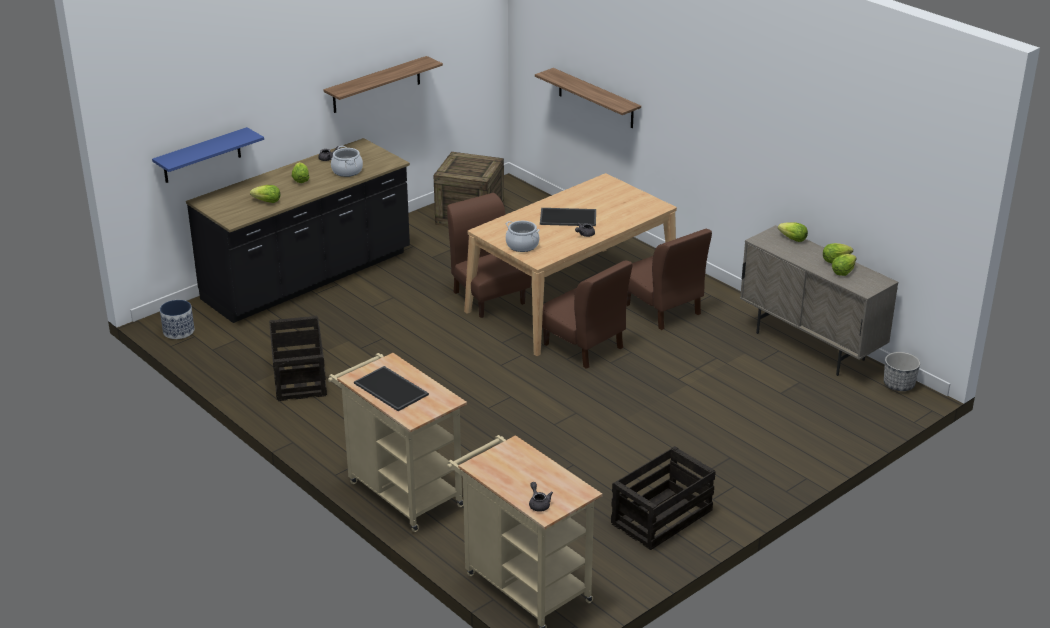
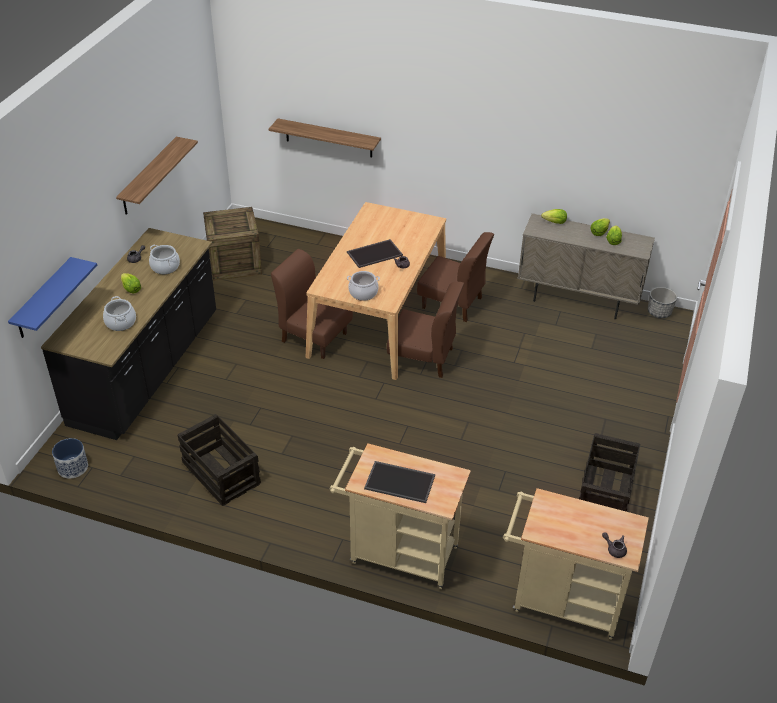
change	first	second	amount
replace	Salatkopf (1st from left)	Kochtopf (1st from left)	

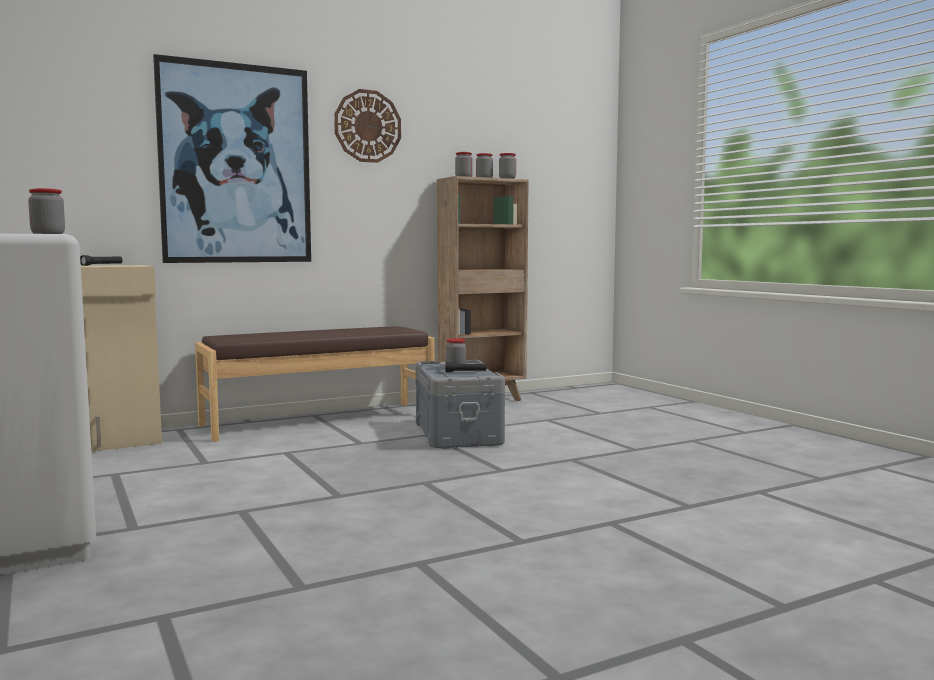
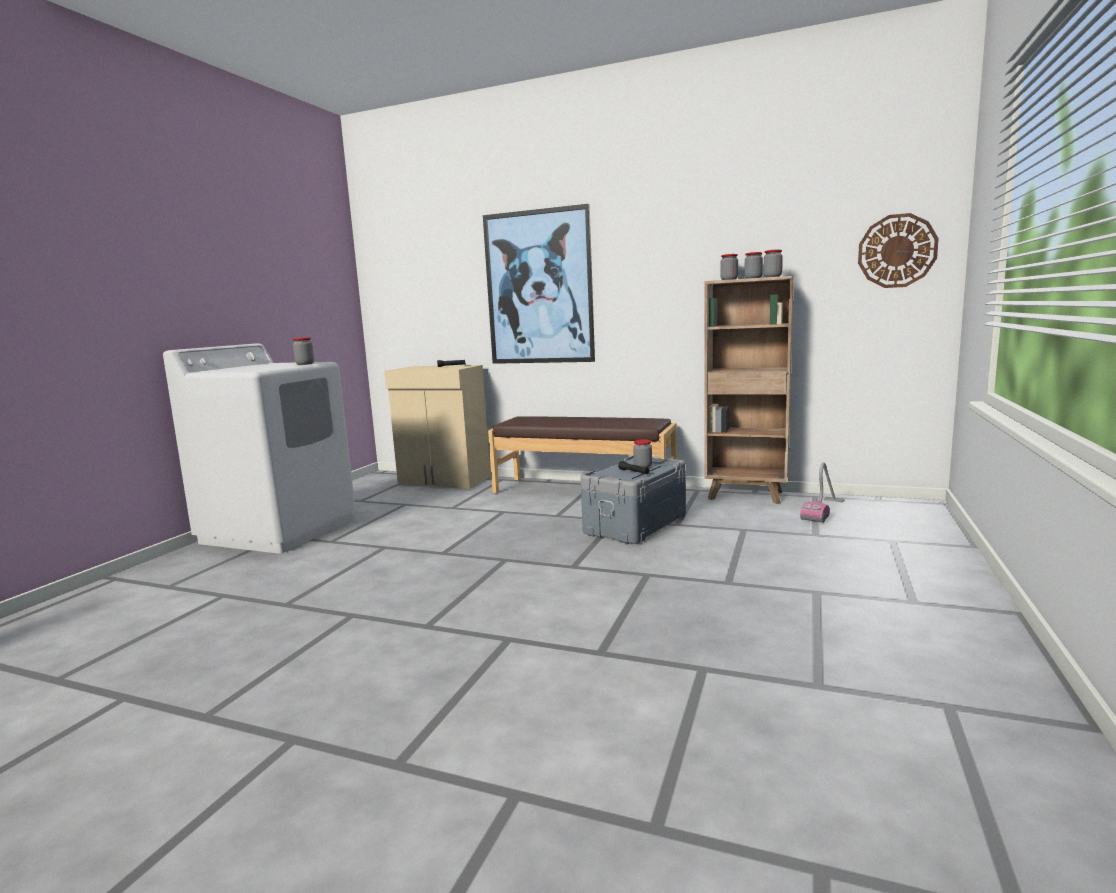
change	first	second	amount
move	Wanduhr		
insert		Staubsauger	

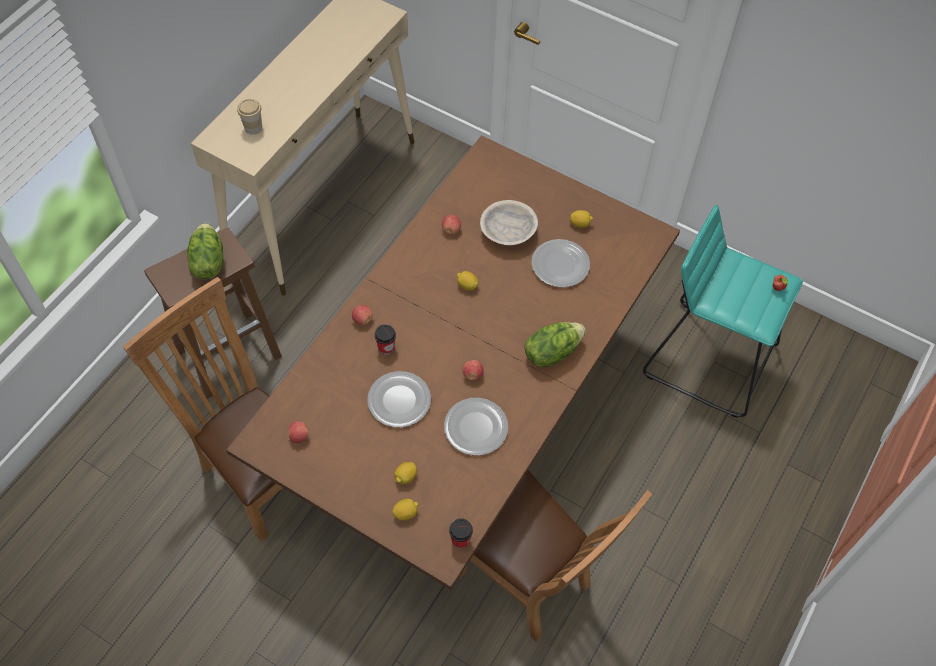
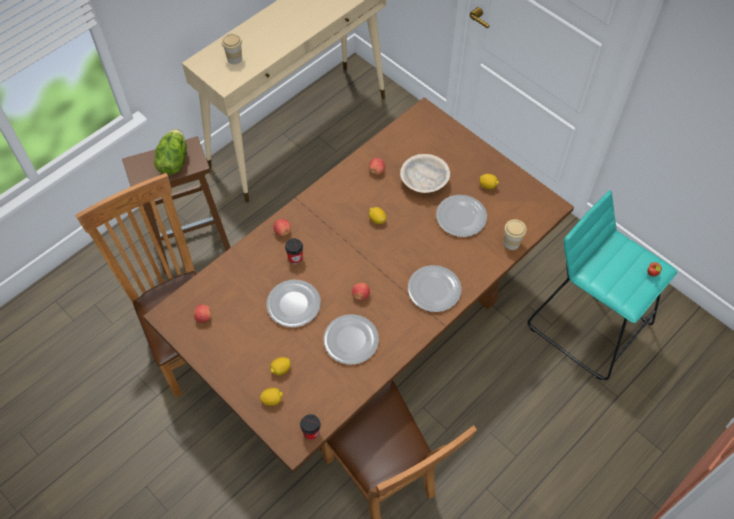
change	first	second	amount
replace	Salatkopf (2nd from left)	Teller (3rd from left)	
insert		Tasse (4th from left)	

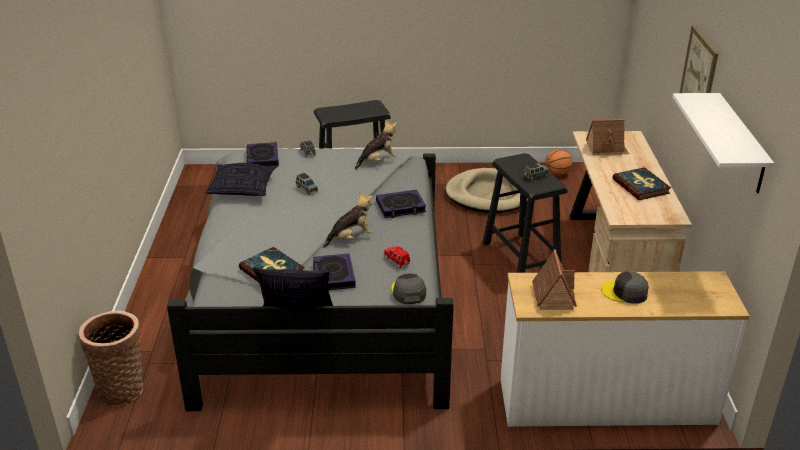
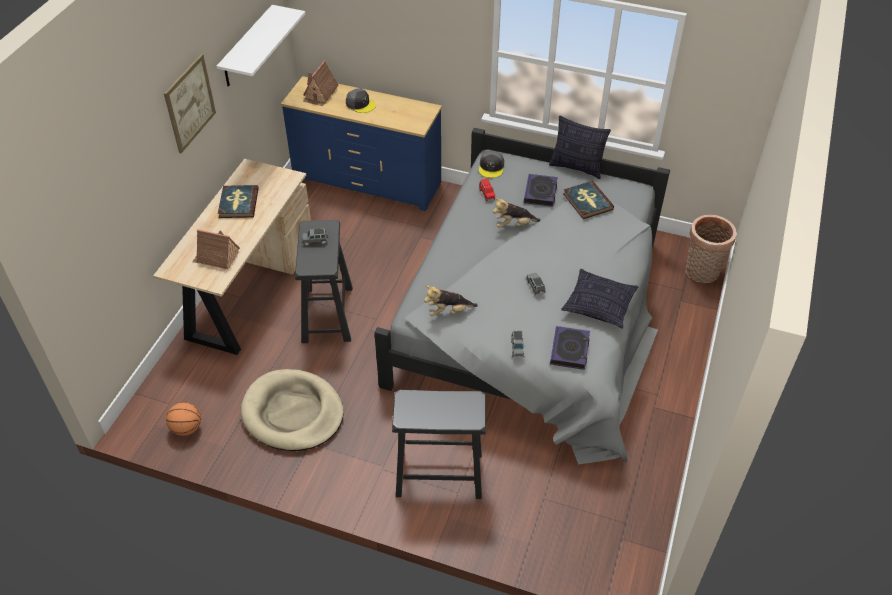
change	first	second	amount
delete	Buch (4th from left)		
recolor	Kommode/weiß	Kommode/blau	
move	Spielzeughaus (1st from left in the first image)	Spielzeughaus (2nd from left)	

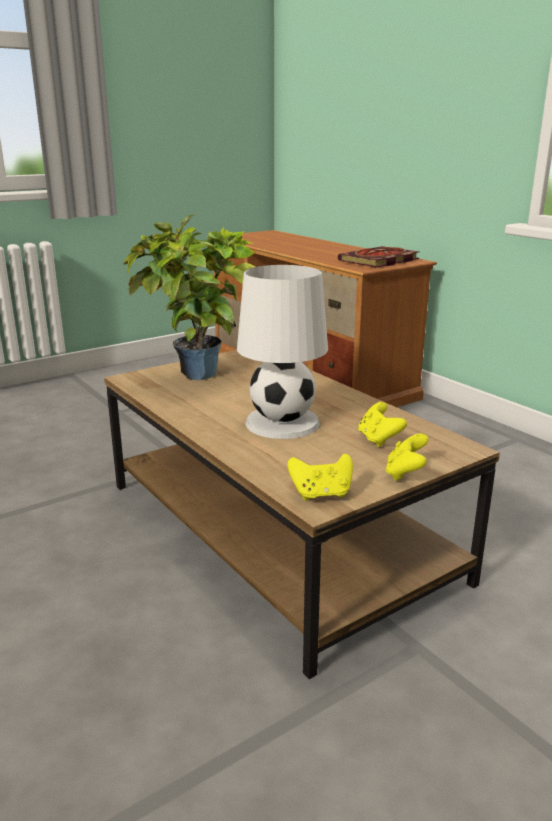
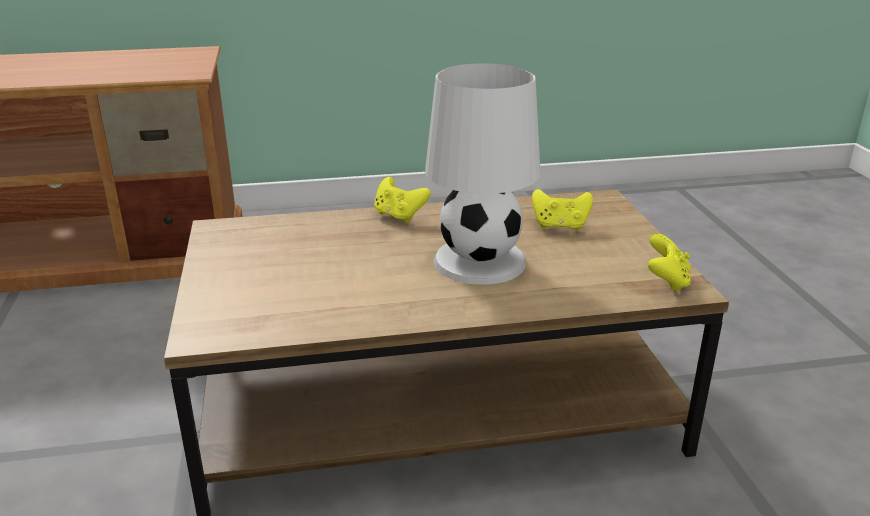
change	first	second	amount
delete	Topfpflanze		
delete	Buch		
move	Gamepad/gelb (3rd from left in the first image)	Gamepad/gelb (1st from left)	

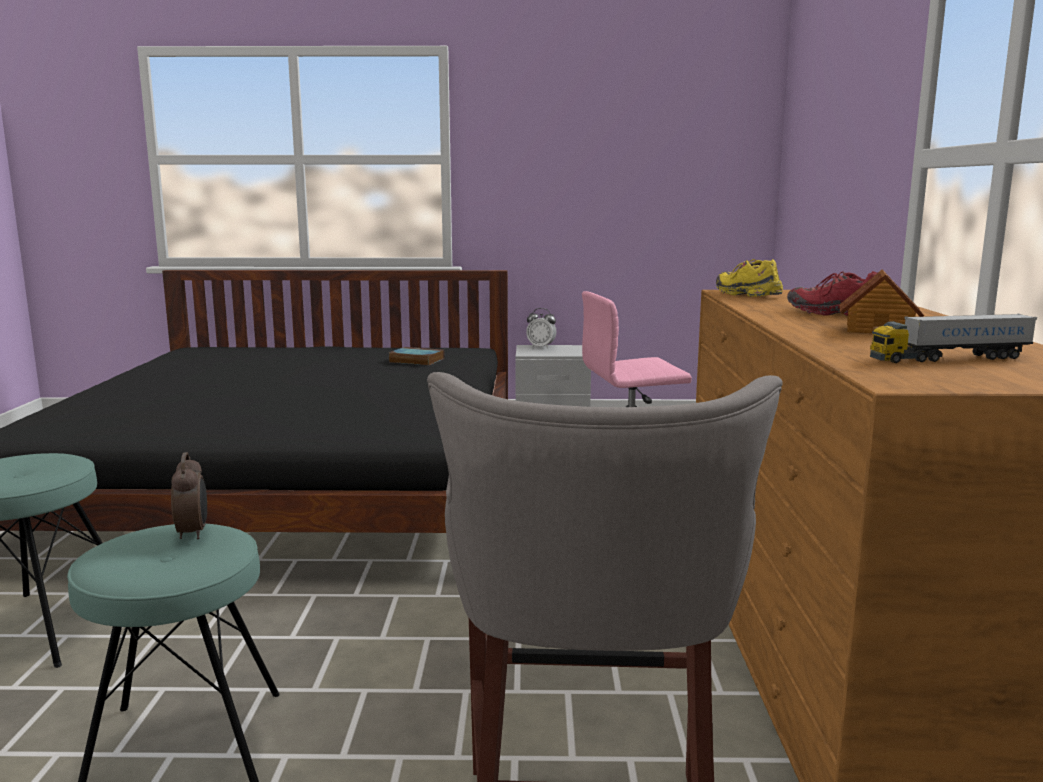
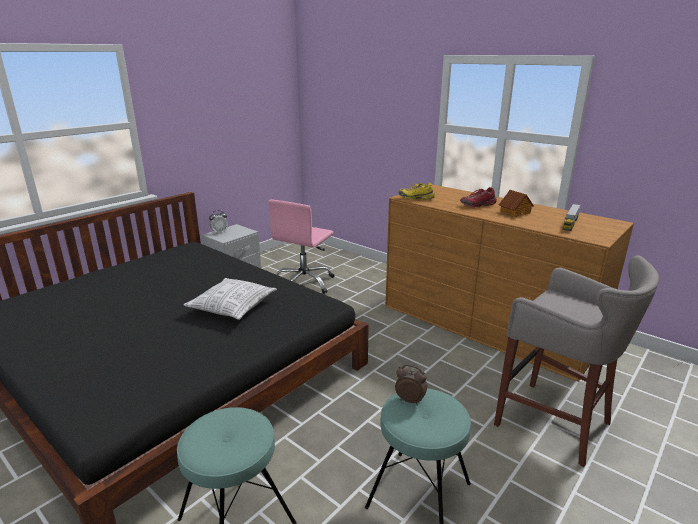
change	first	second	amount
delete	Buch		
insert		Kissen	

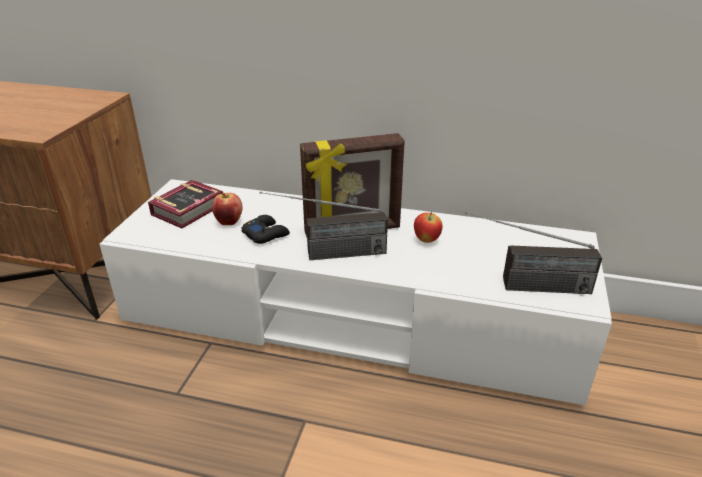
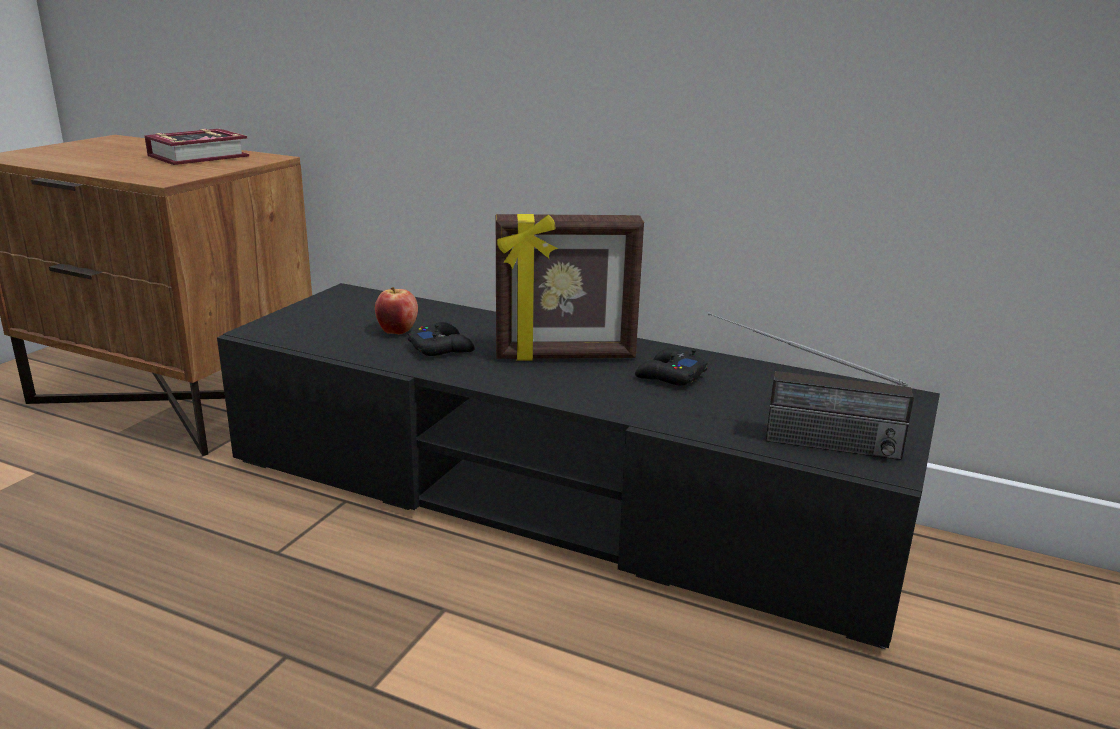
change	first	second	amount
recolor	Fernsehschrank/weiß	Fernsehschrank/schwarz	
move	Buch		
delete	Radio (1st from left)		
replace	Apfel (2nd from left)	Gamepad/schwarz (2nd from left)	

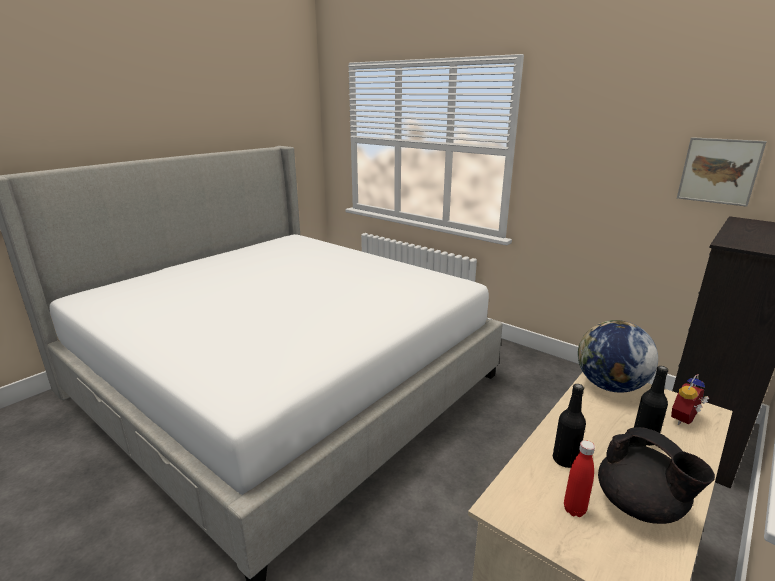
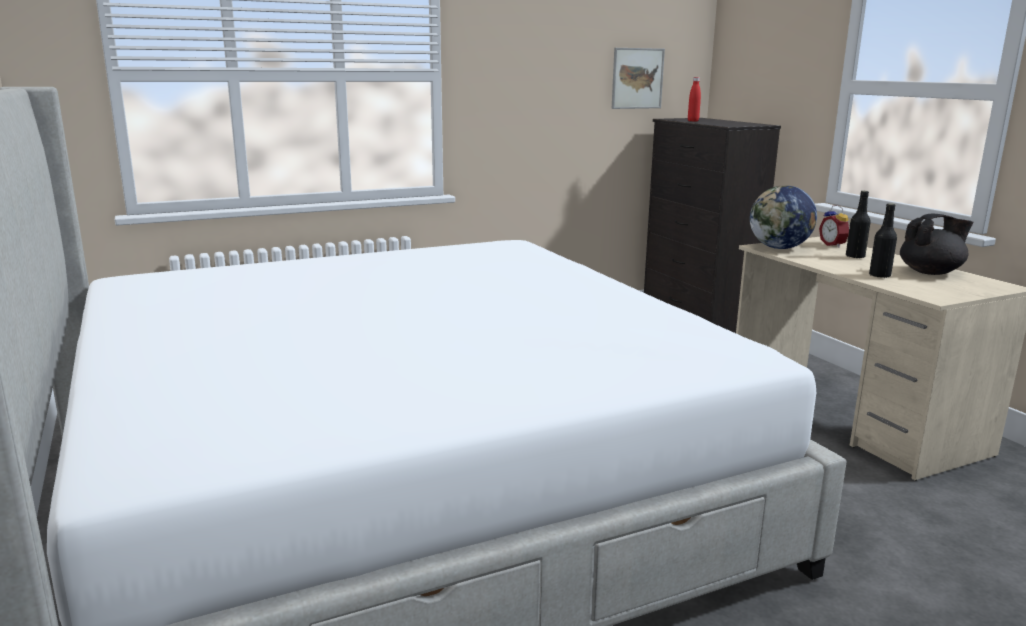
change	first	second	amount
move	Flasche/rot		

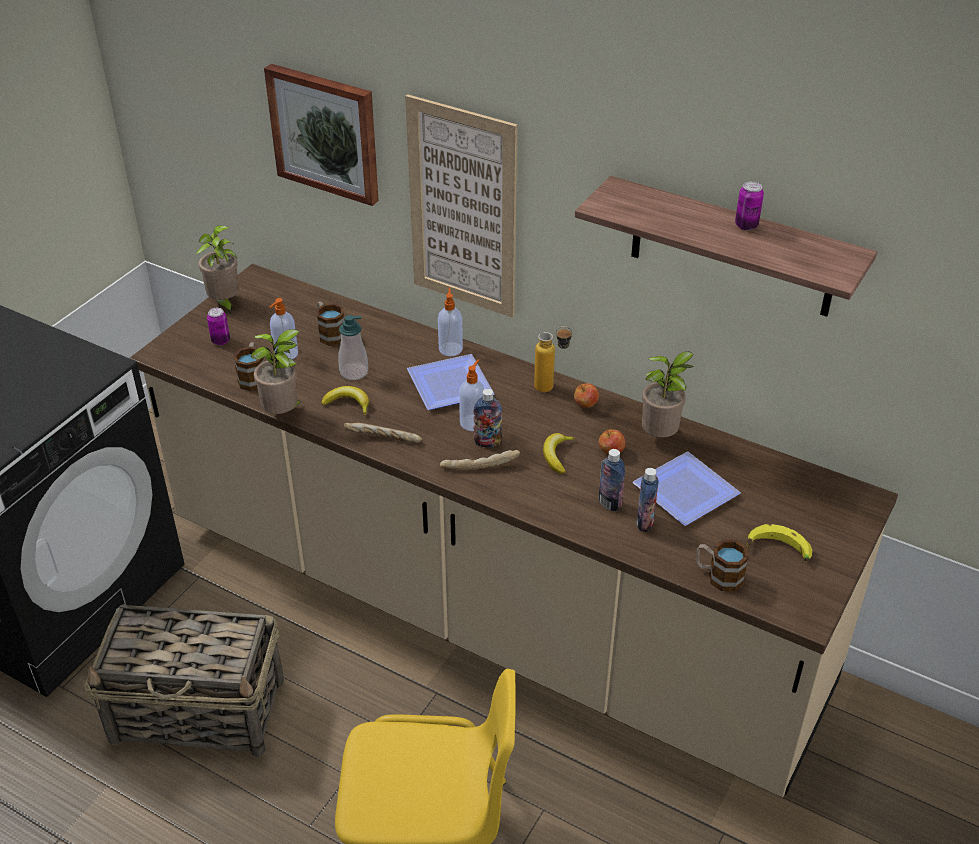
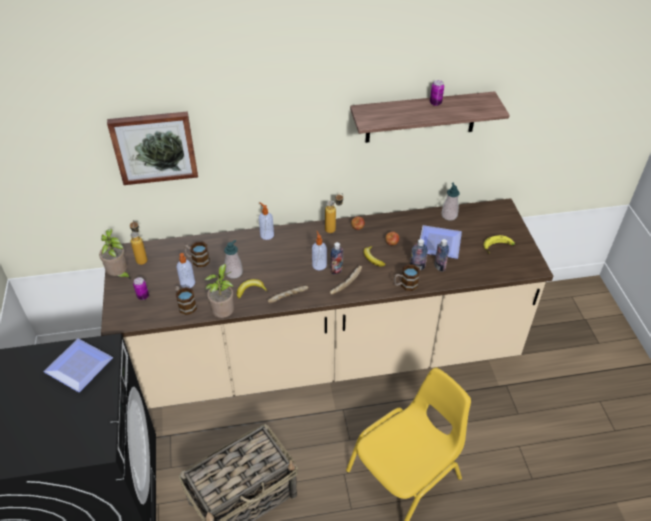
change	first	second	amount
delete	Bild (2nd from left)		
move	Teller (1st from left)		
delete	Topfpflanze (3rd from left)		
move	Henkelbecher (3rd from left)		
insert		Flasche (1st from left)	
insert		Seifenspender (5th from left)	

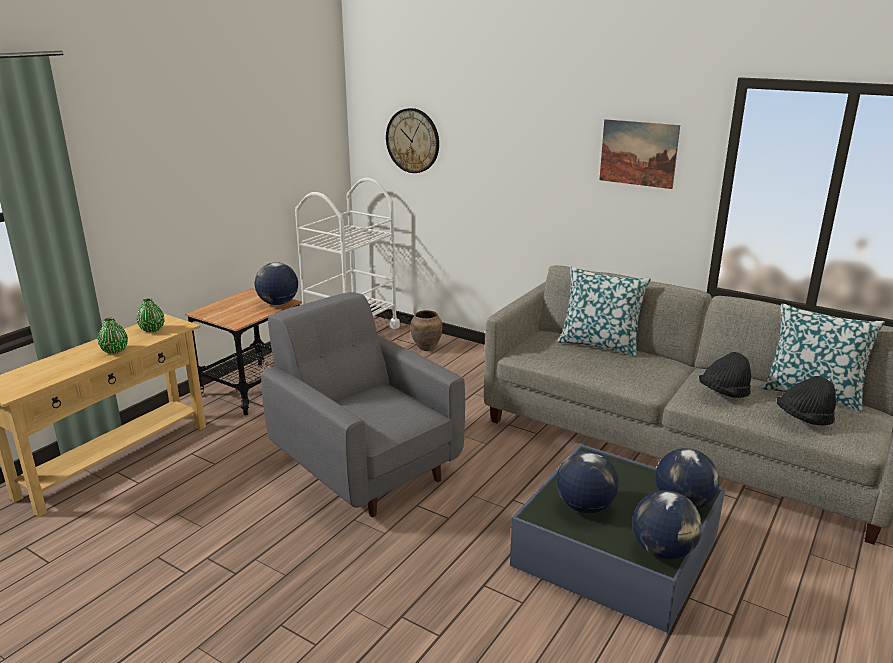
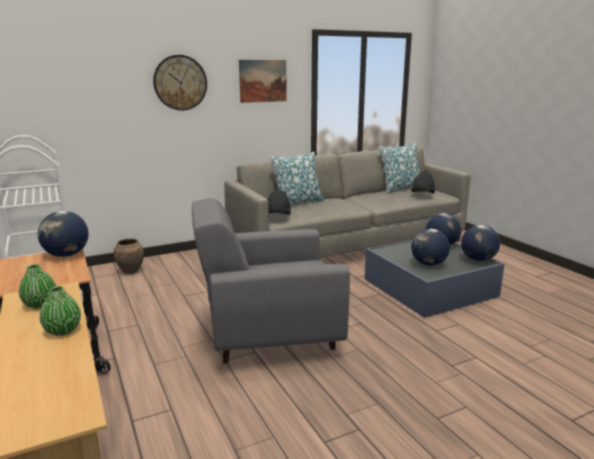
change	first	second	amount
move	Wanduhr		
move	Hut/schwarz (1st from left)		

